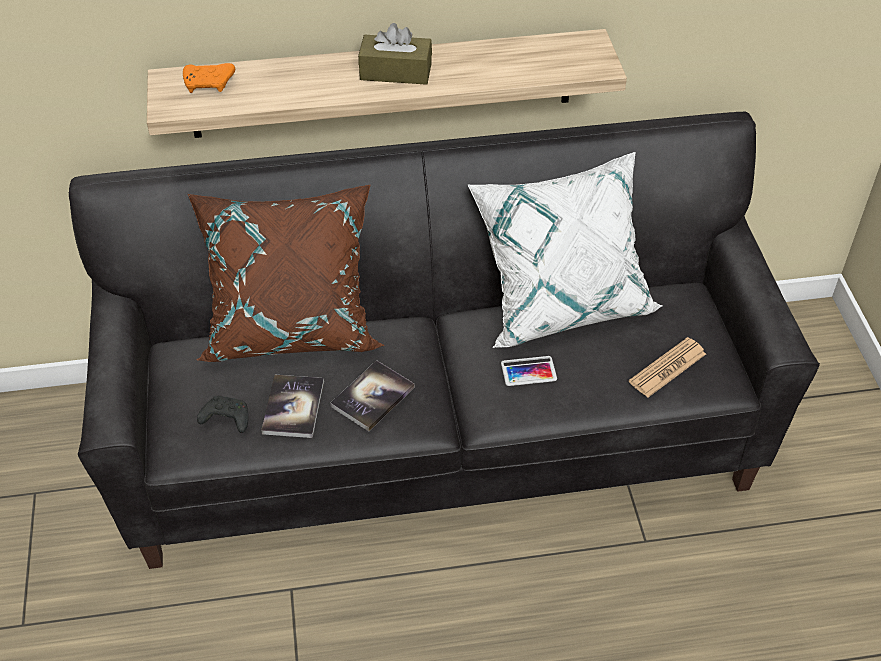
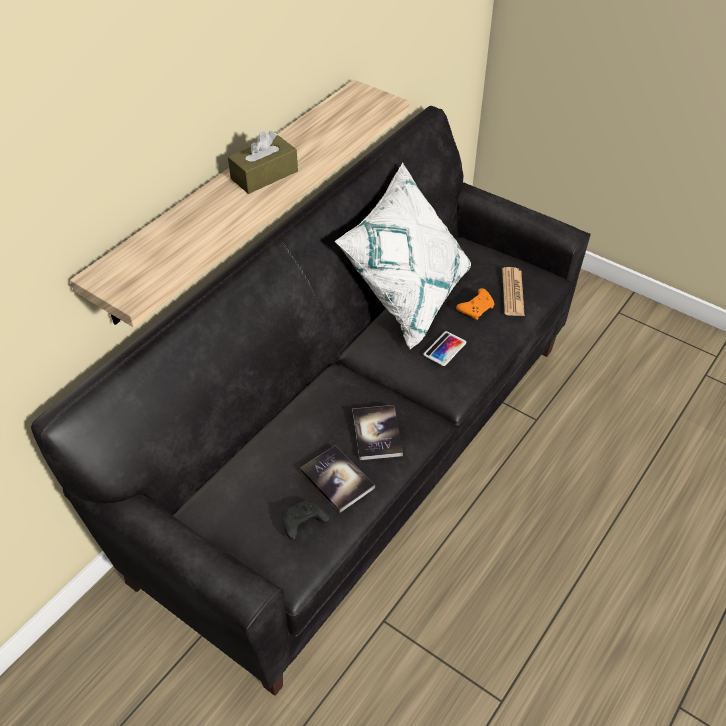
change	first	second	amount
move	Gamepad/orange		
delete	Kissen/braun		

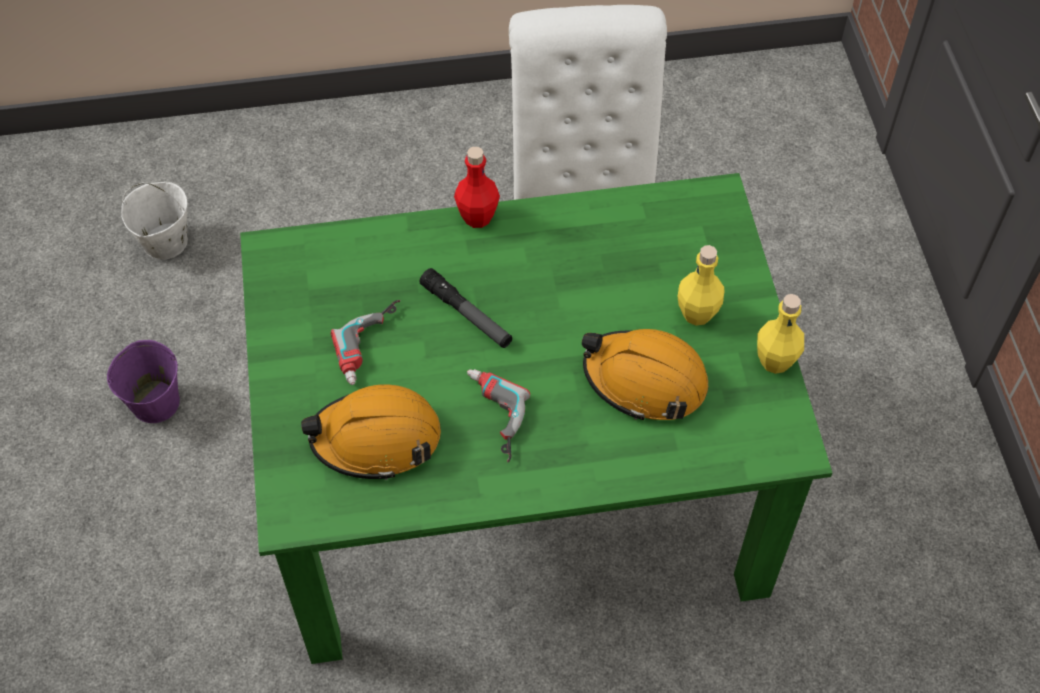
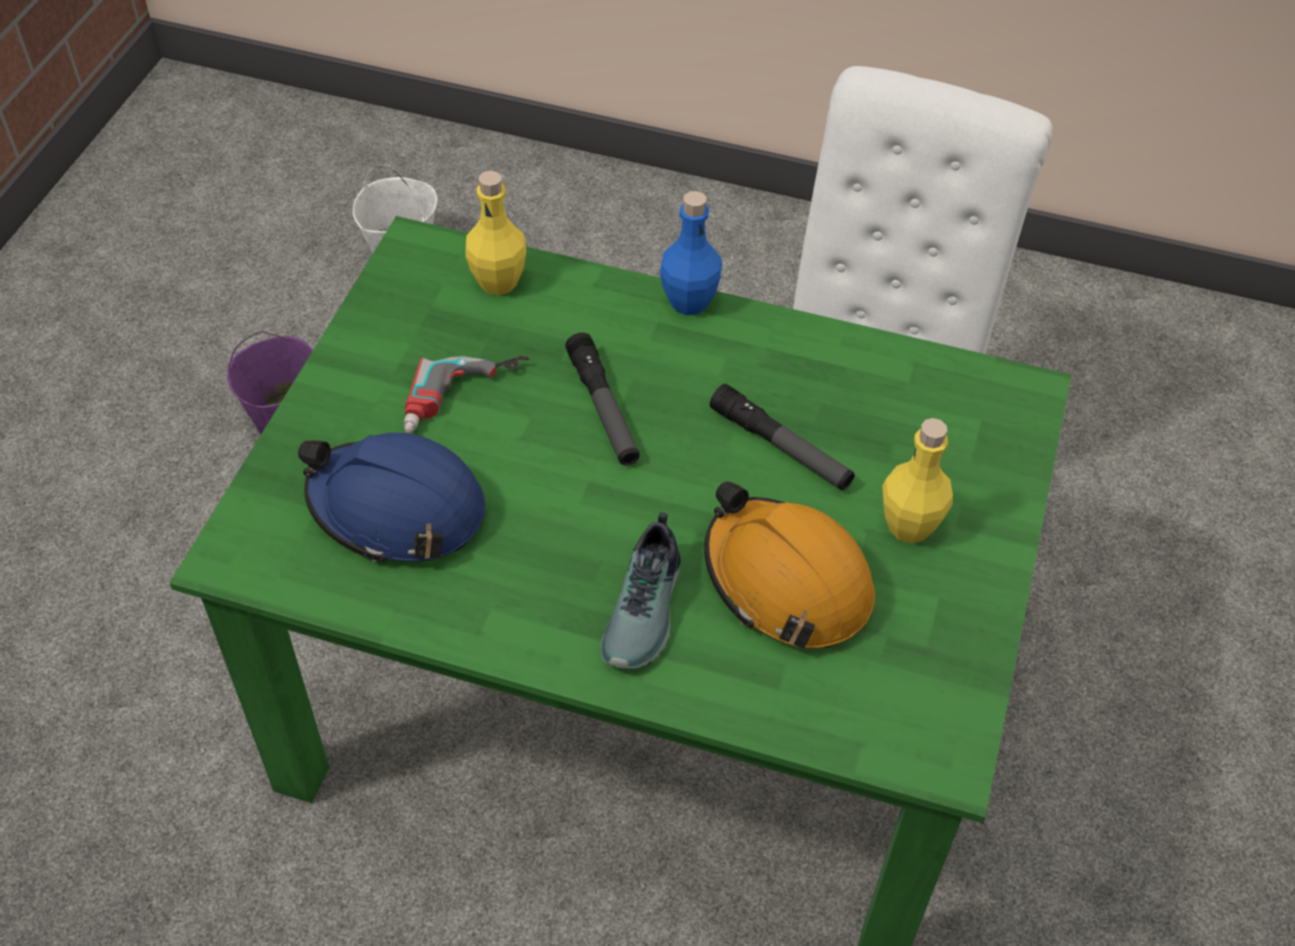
change	first	second	amount
recolor	Schutzhelm/orange (1st from left)	Schutzhelm/blau	
recolor	Flasche/rot	Flasche/blau	
delete	Bohrmaschine (2nd from left)		
move	Flasche/gelb (2nd from left in the first image)	Flasche/gelb (1st from left)	
insert		Schuh	
insert		Taschenlampe (2nd from left)	

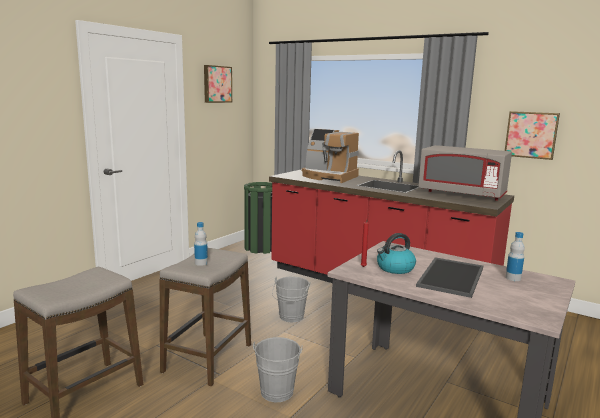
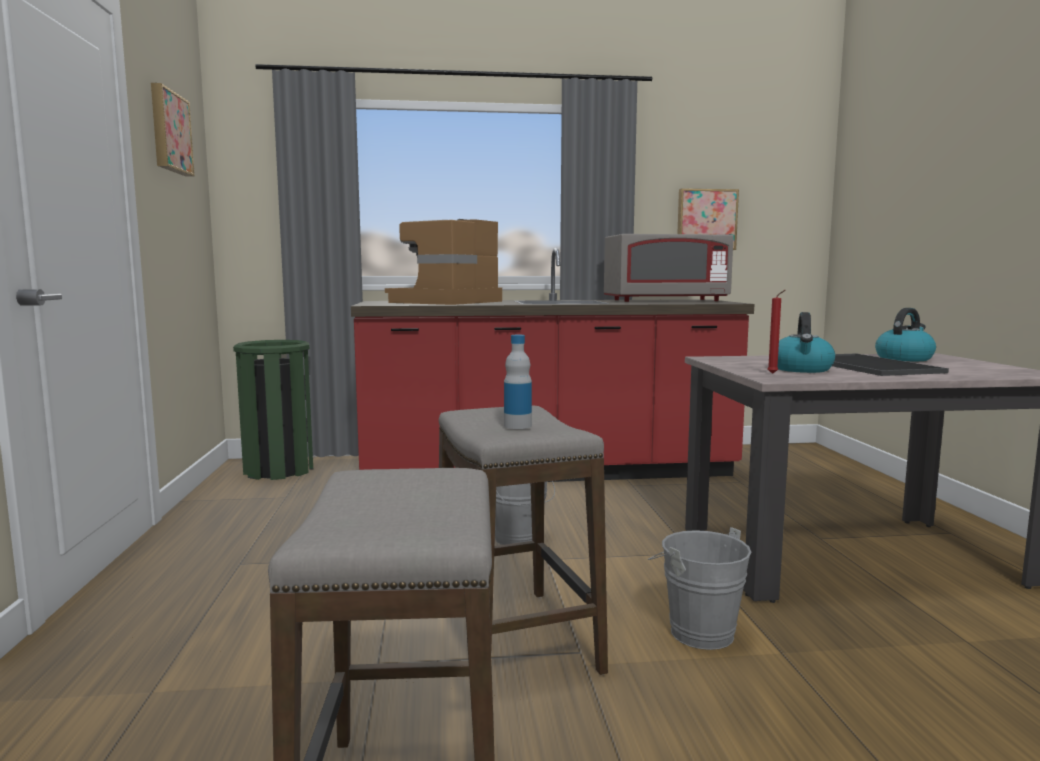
change	first	second	amount
rotate	Kaffeemaschine		135 degrees clockwise
replace	Flasche (2nd from left)	Wasserkessel (2nd from left)	

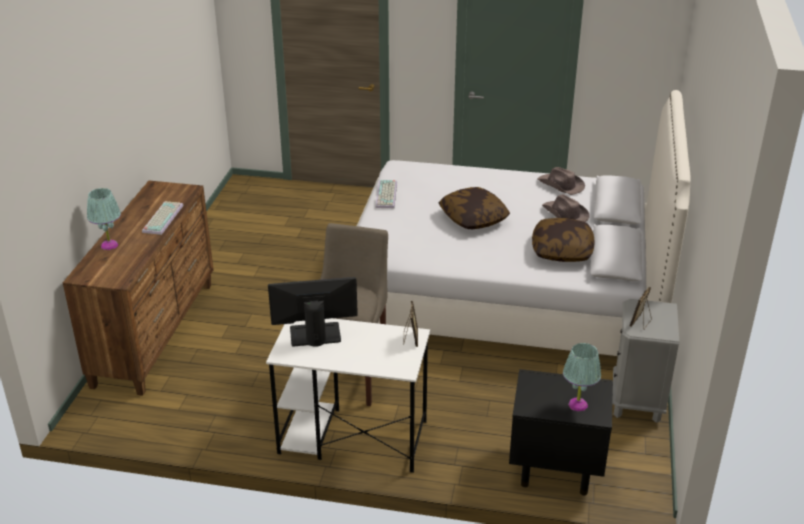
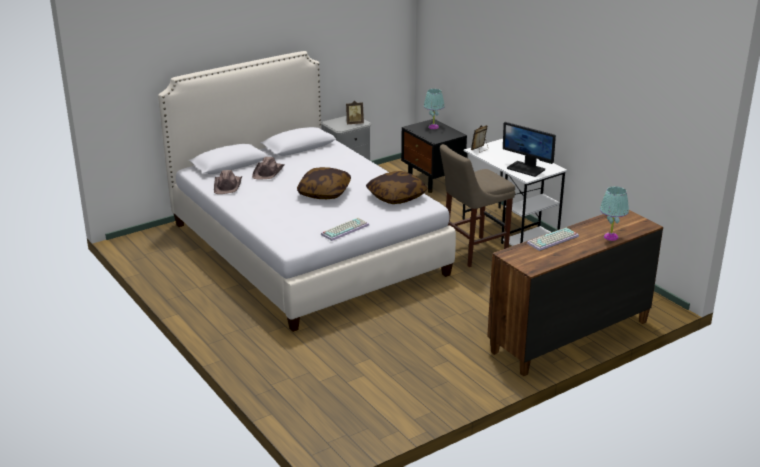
change	first	second	amount
move	Kissen (2nd from left)		

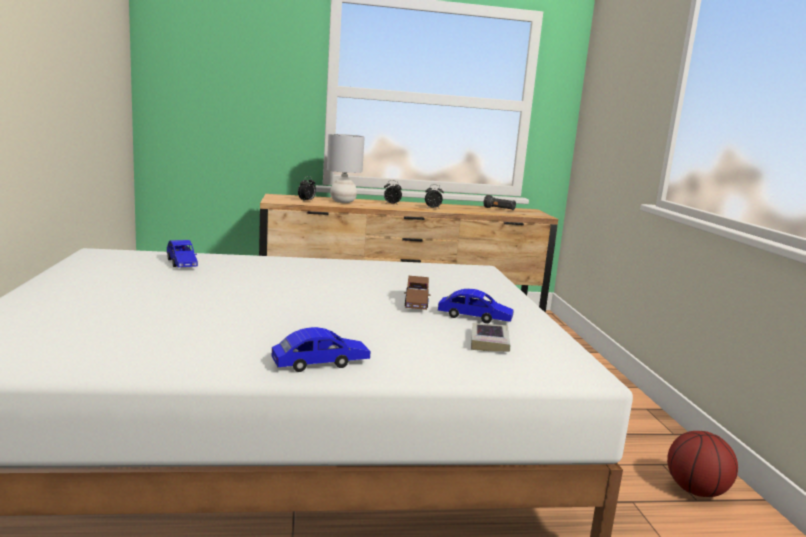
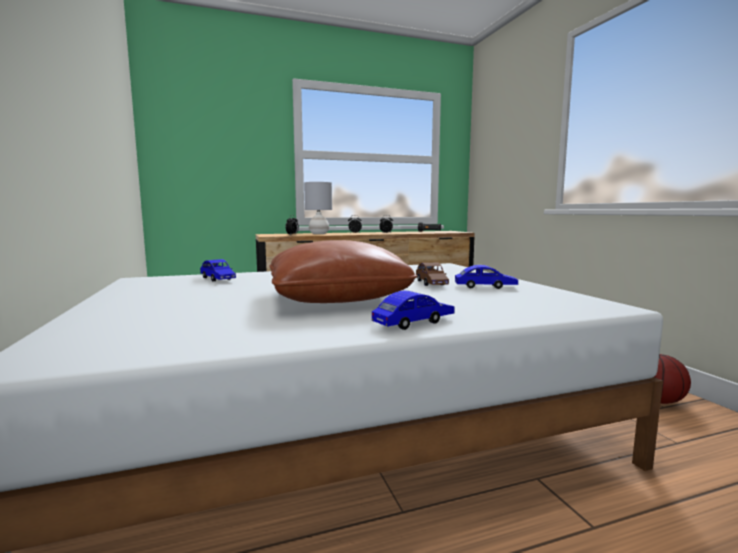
change	first	second	amount
delete	Buch		
insert		Kissen/braun	

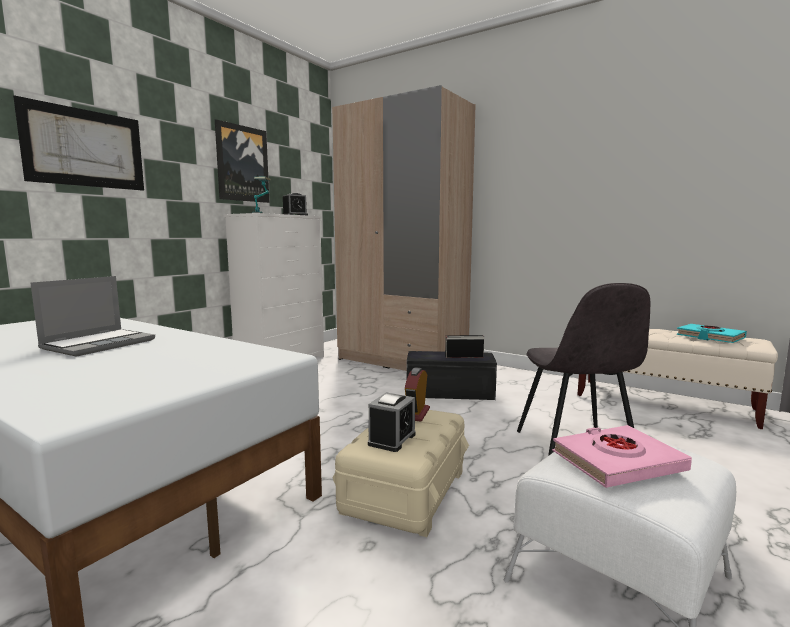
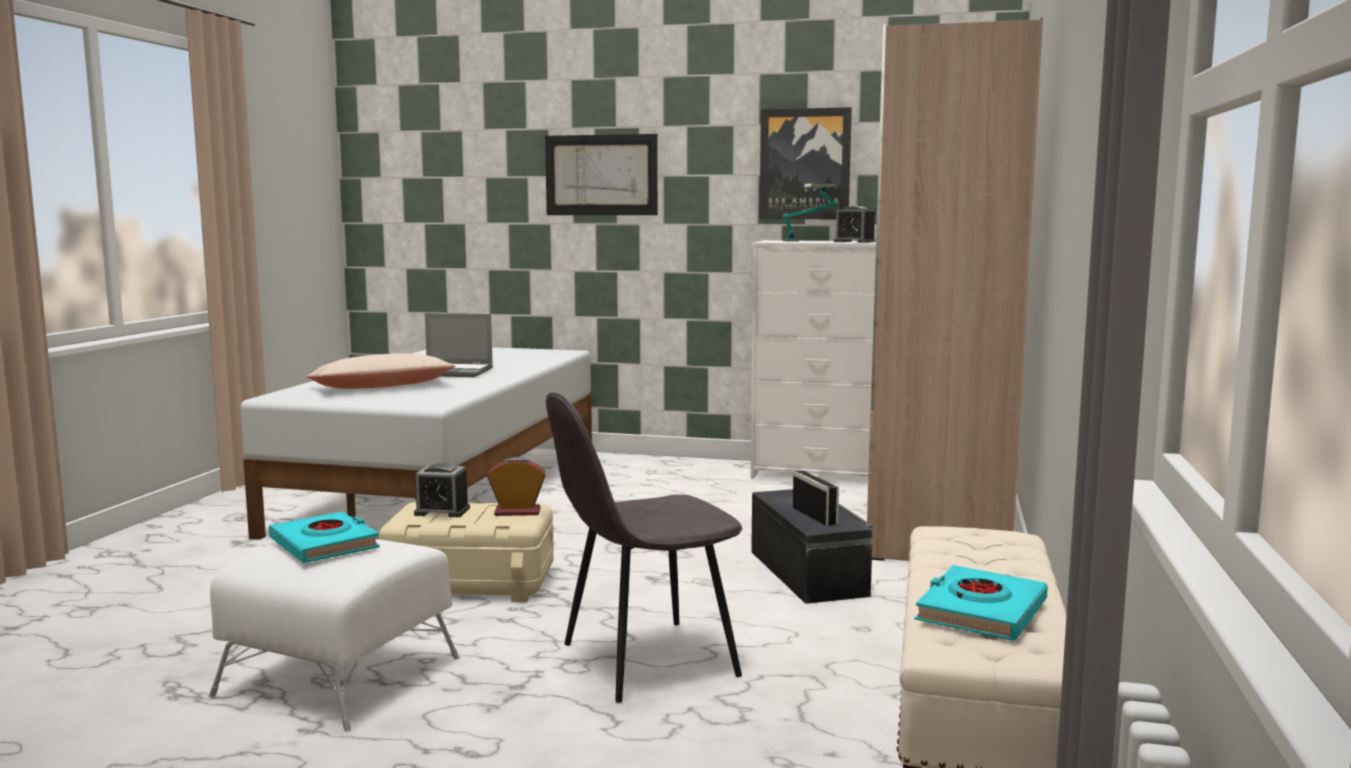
change	first	second	amount
recolor	Buch/rosa	Buch/türkis (1st from left)	
insert		Kissen/beige	

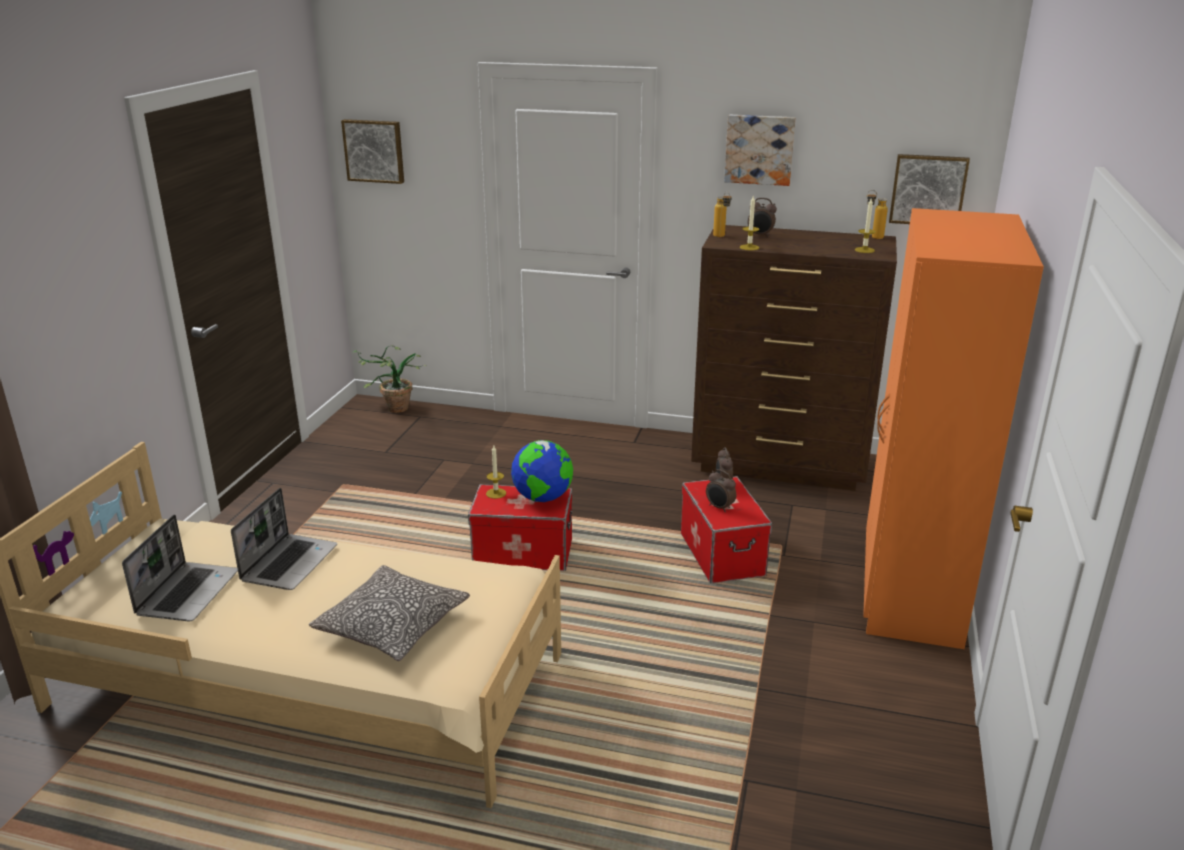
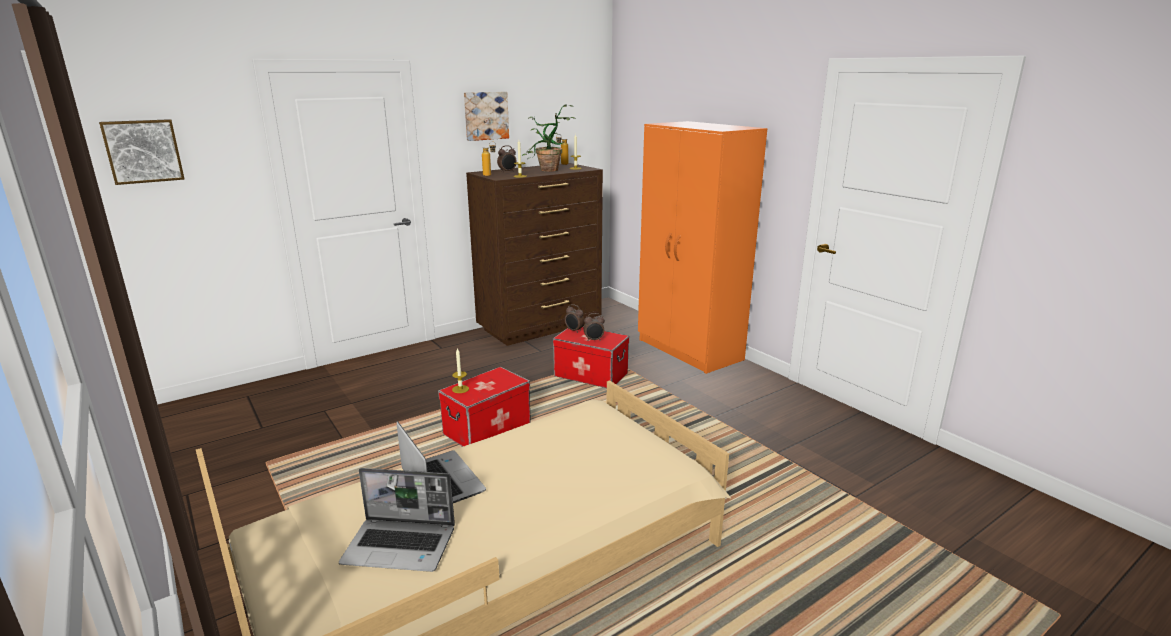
change	first	second	amount
rotate	Laptop (1st from left)		135 degrees clockwise
delete	Kissen		
move	Topfpflanze		
delete	Globus		
delete	Bild (3rd from left)		

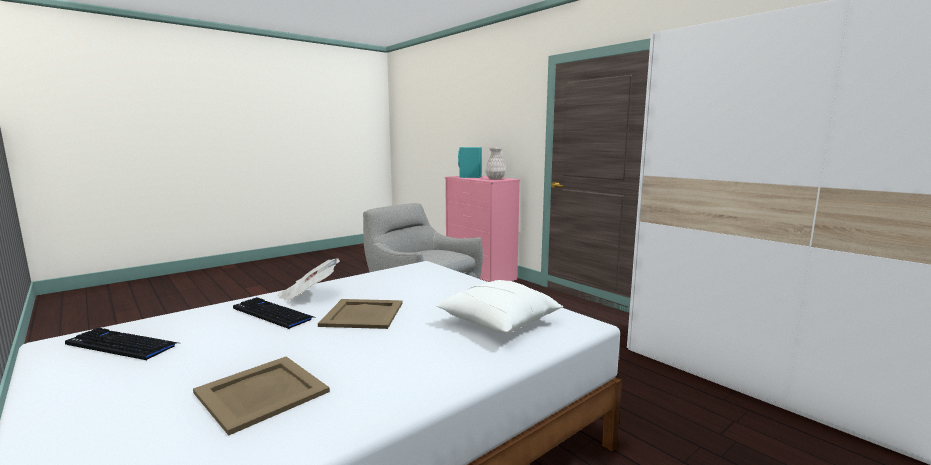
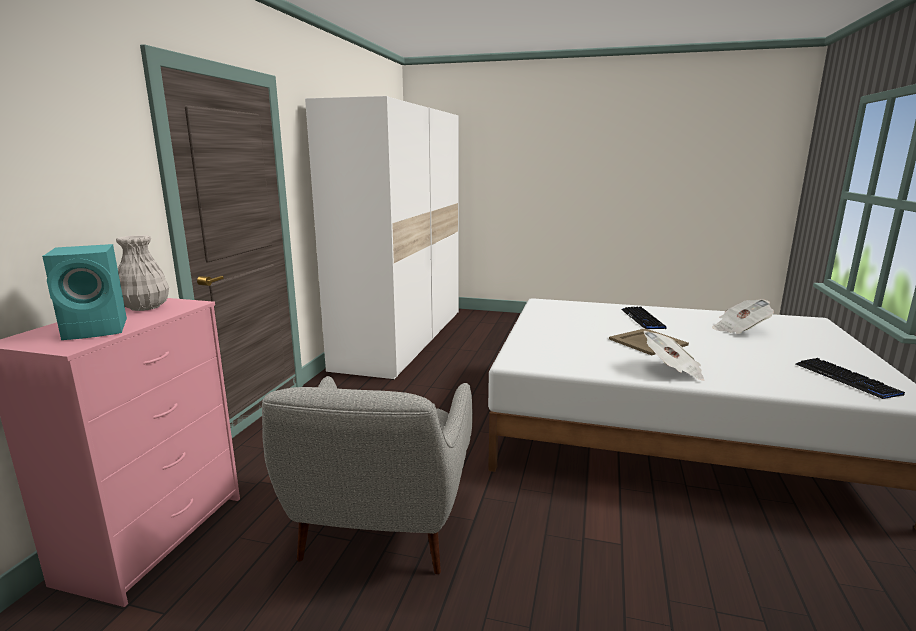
change	first	second	amount
replace	Tablett/beige (1st from left)	Zeitung (2nd from left)	
move	Tastatur (2nd from left in the first image)	Tastatur (1st from left)	
delete	Kissen/weiß		

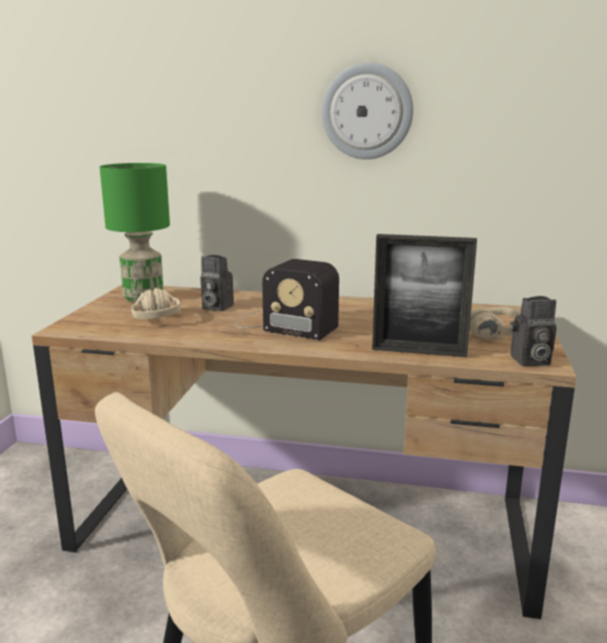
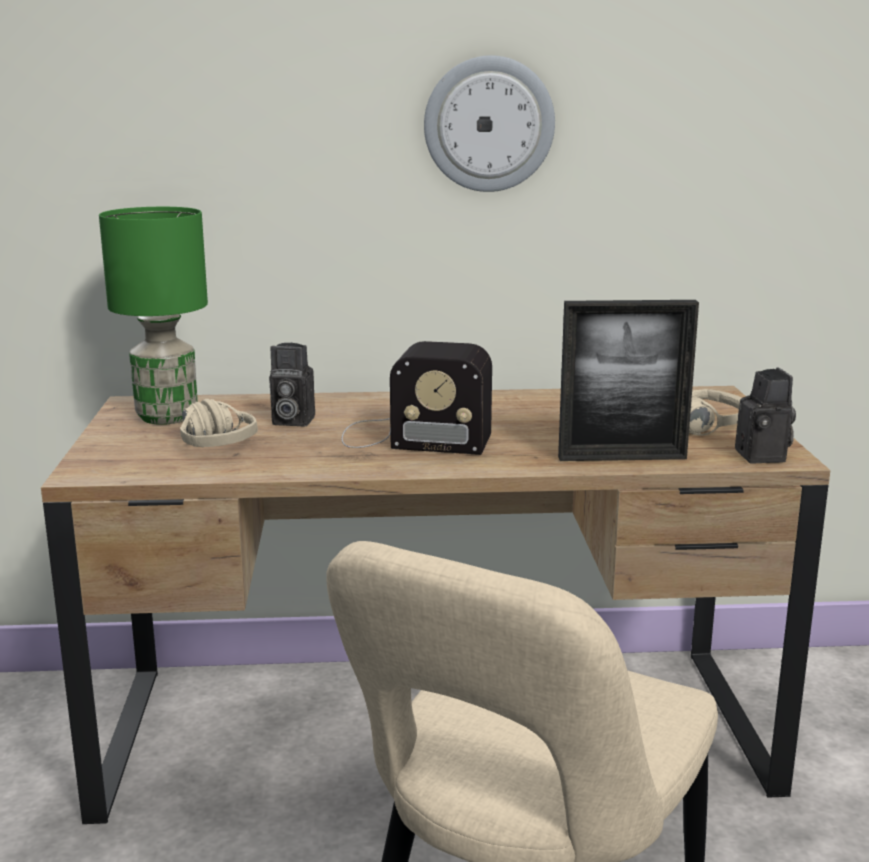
change	first	second	amount
rotate	Kamera (2nd from left)		75 degrees counterclockwise

